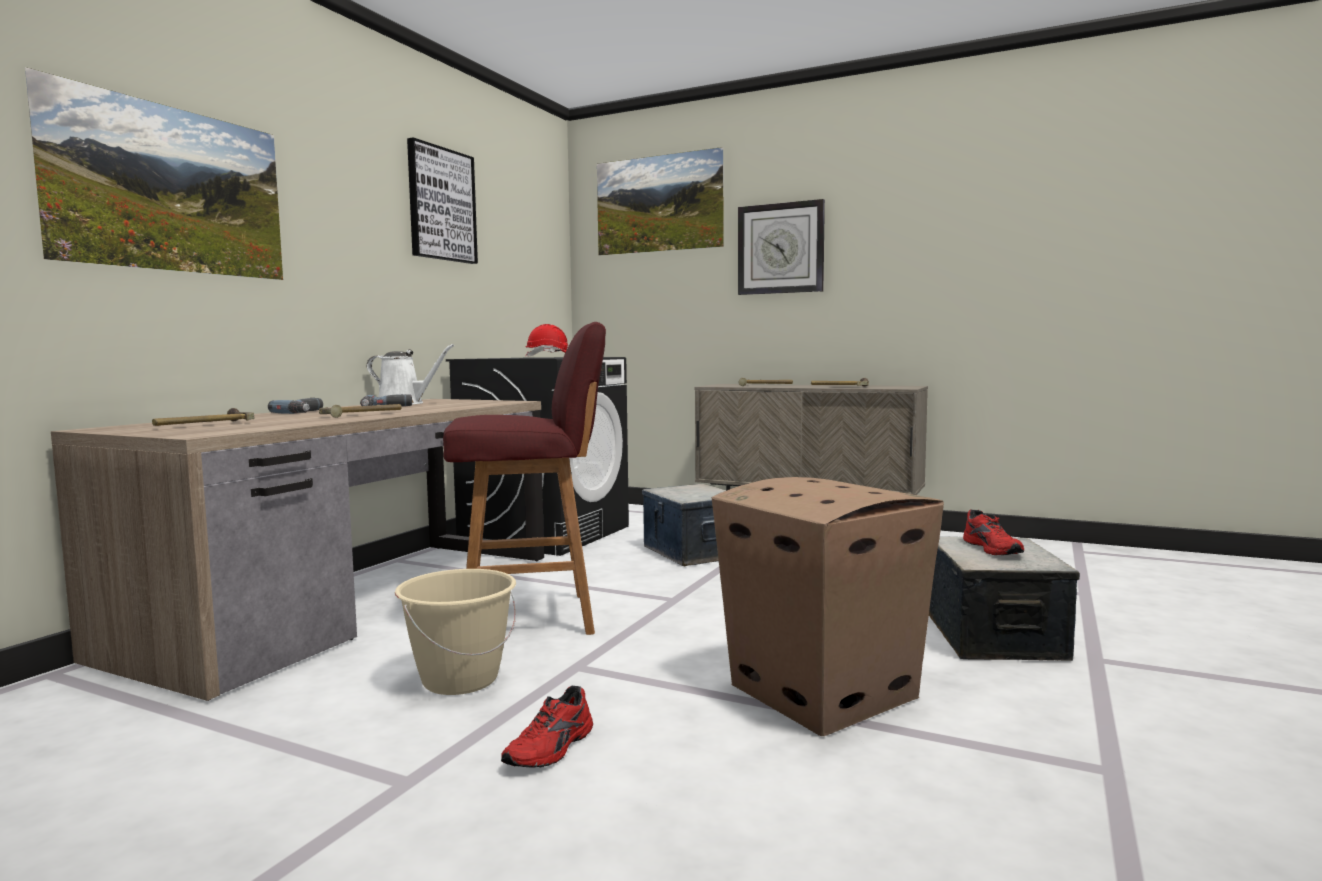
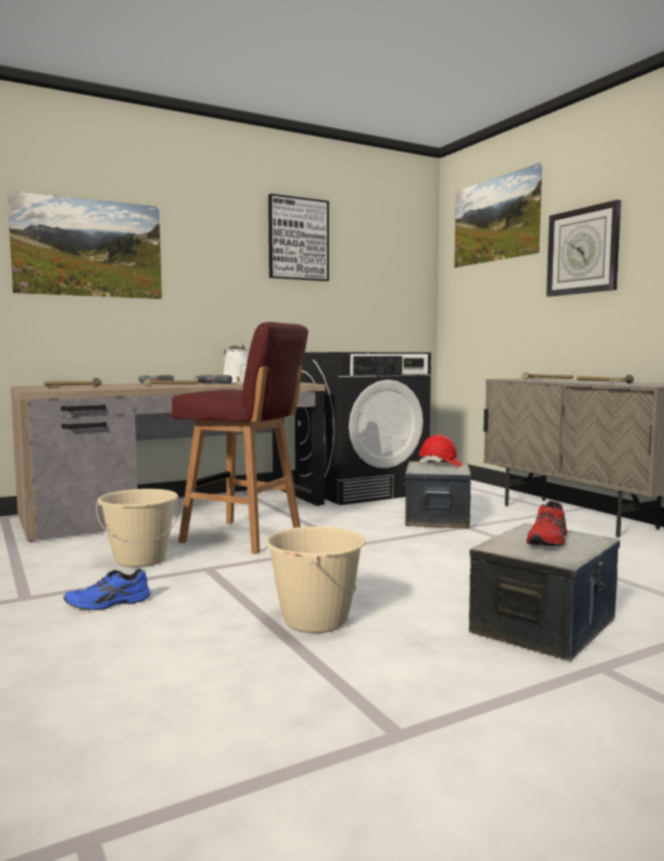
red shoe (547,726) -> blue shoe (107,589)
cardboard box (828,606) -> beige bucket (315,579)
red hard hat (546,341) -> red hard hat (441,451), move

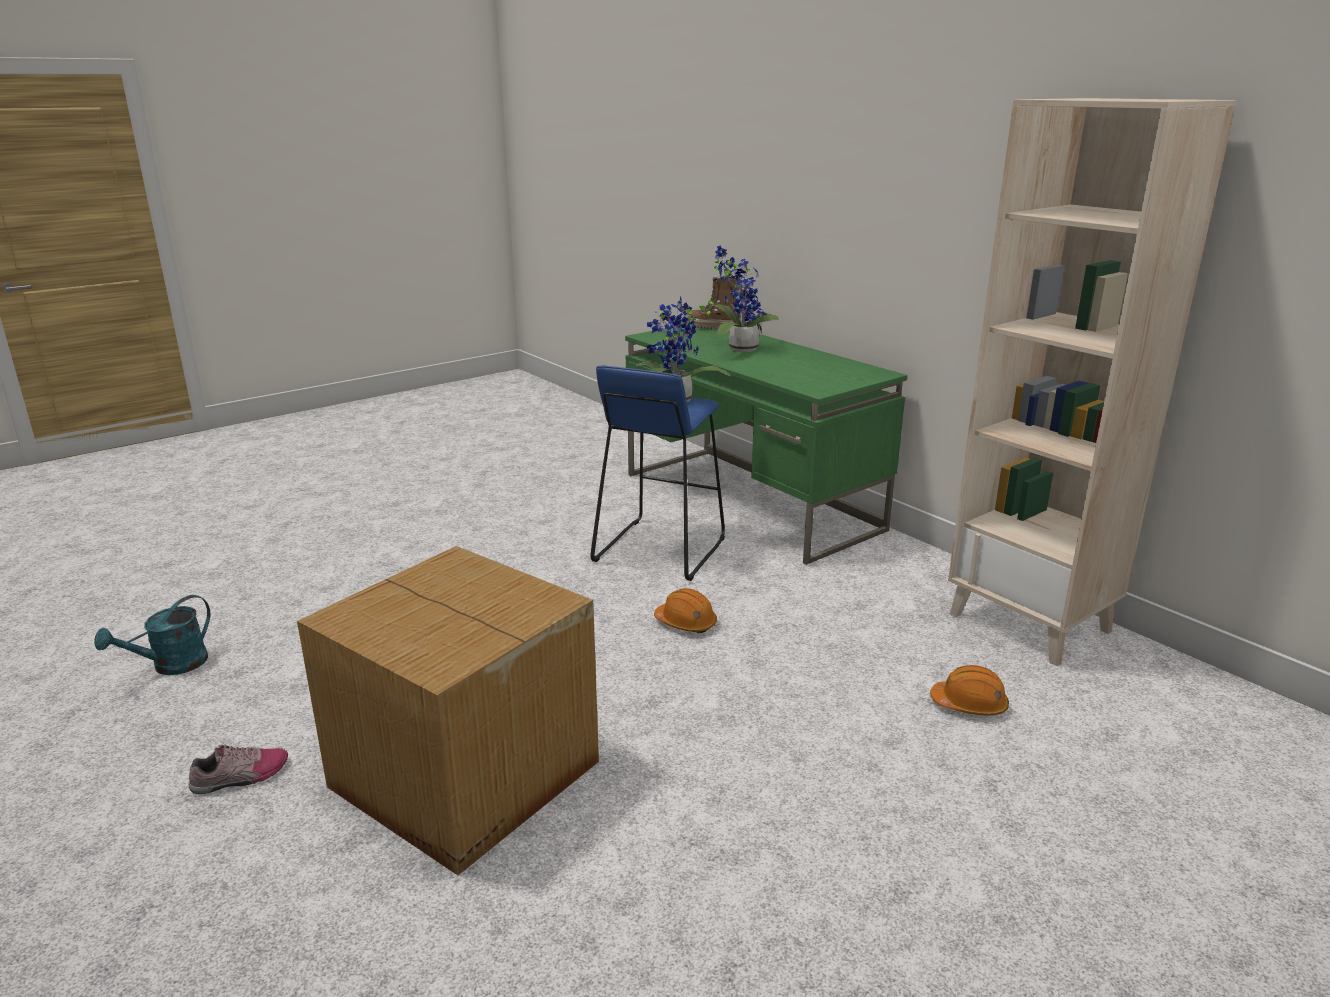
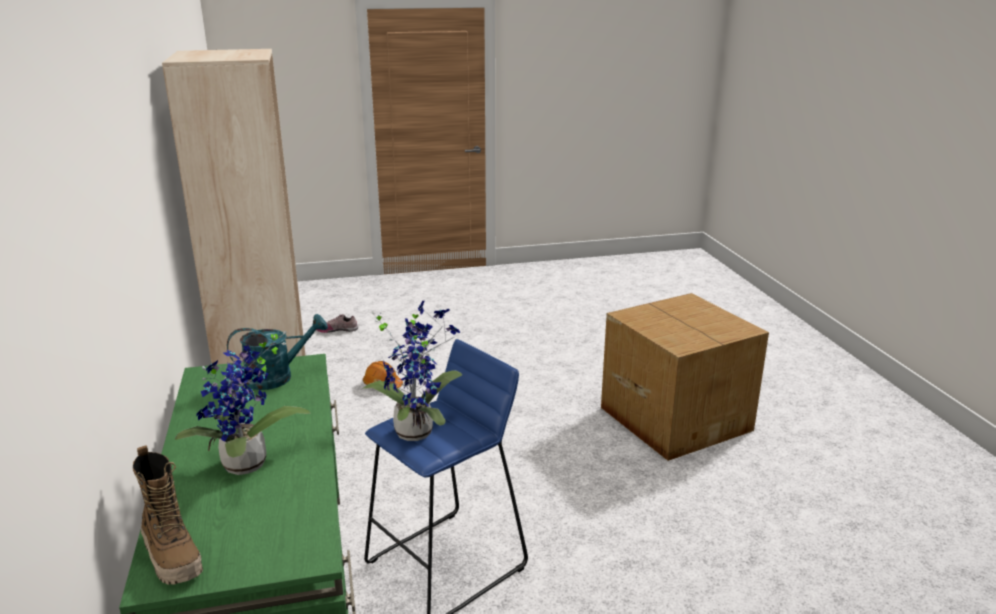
turquoise watering can (152,635) -> turquoise watering can (277,352), move
shoe (238,769) -> shoe (337,323), move
orange hard hat (685,610) -> none

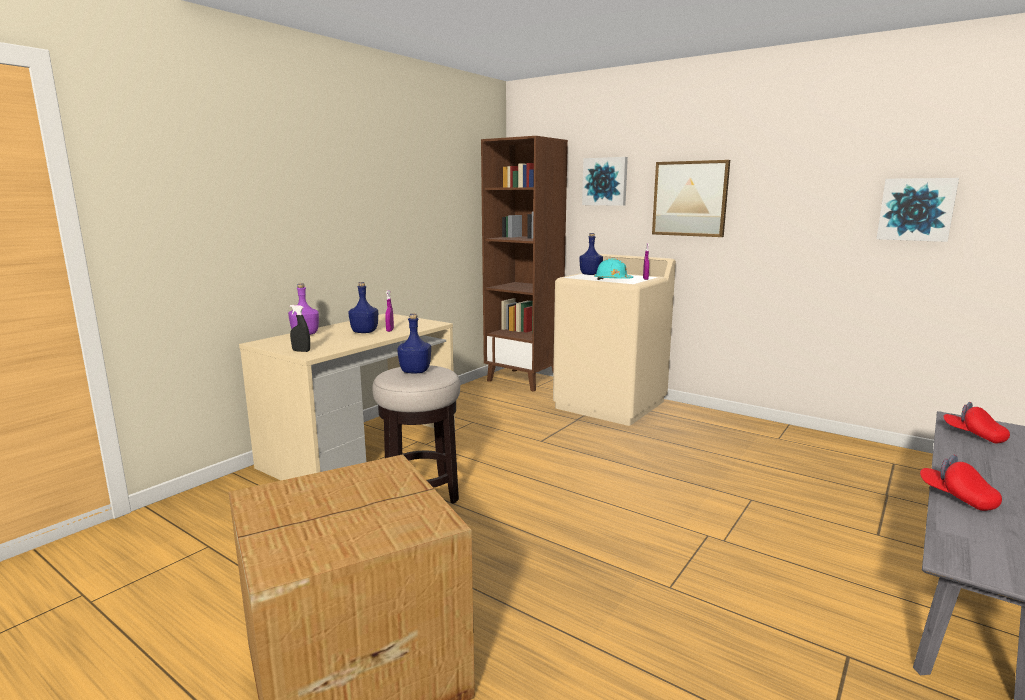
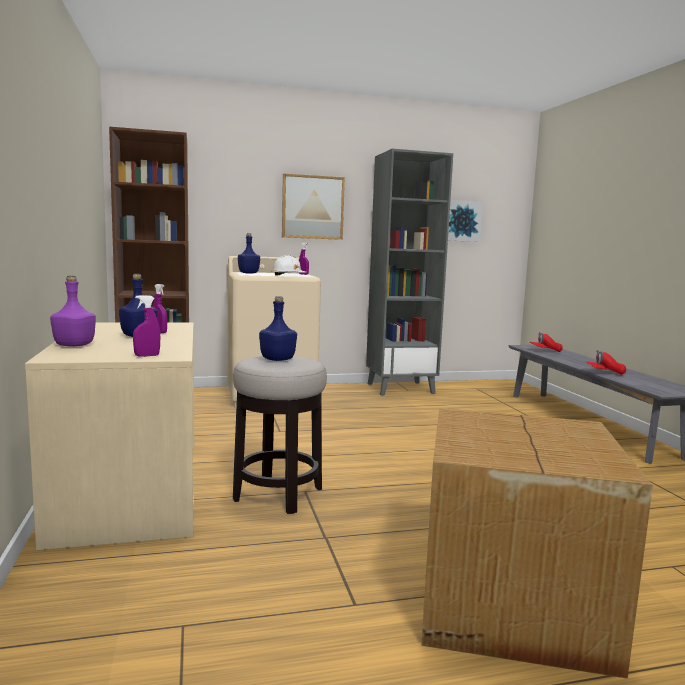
black spray bottle (300,328) -> purple spray bottle (146,326)
turquoise hard hat (613,269) -> white hard hat (288,265)
none -> grey bookcase (409,272)
picture (605,181) -> none

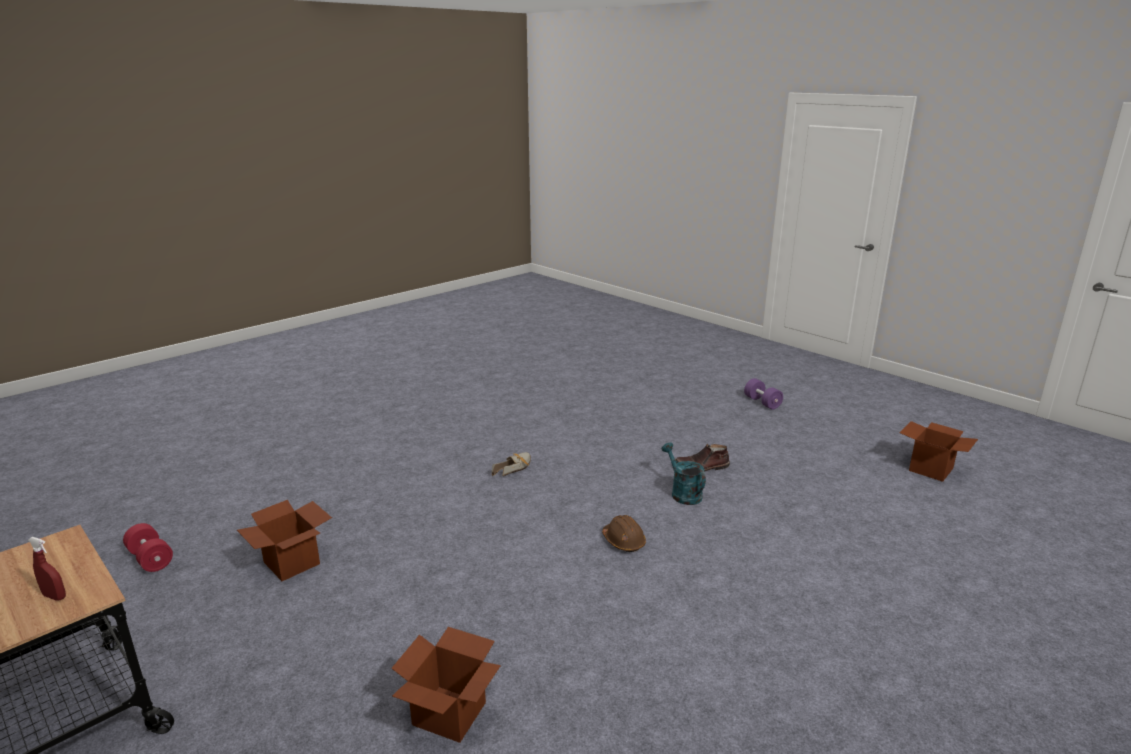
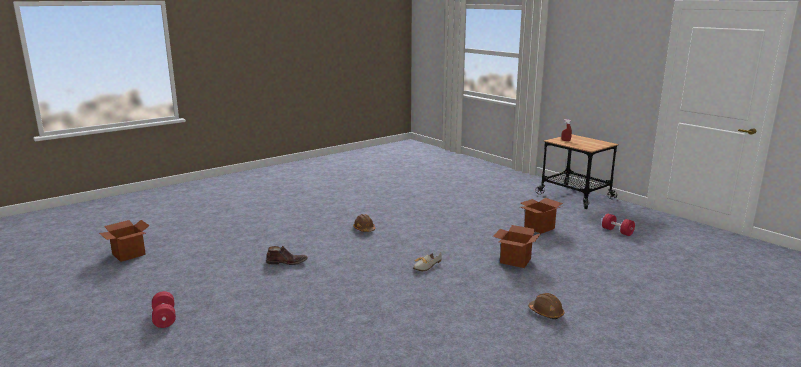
purple dumbbell (763,394) -> red dumbbell (164,309)
cardboard box (446,685) -> cardboard box (517,246), move
none -> brown hard hat (546,306)
turquoise watering can (684,474) -> none

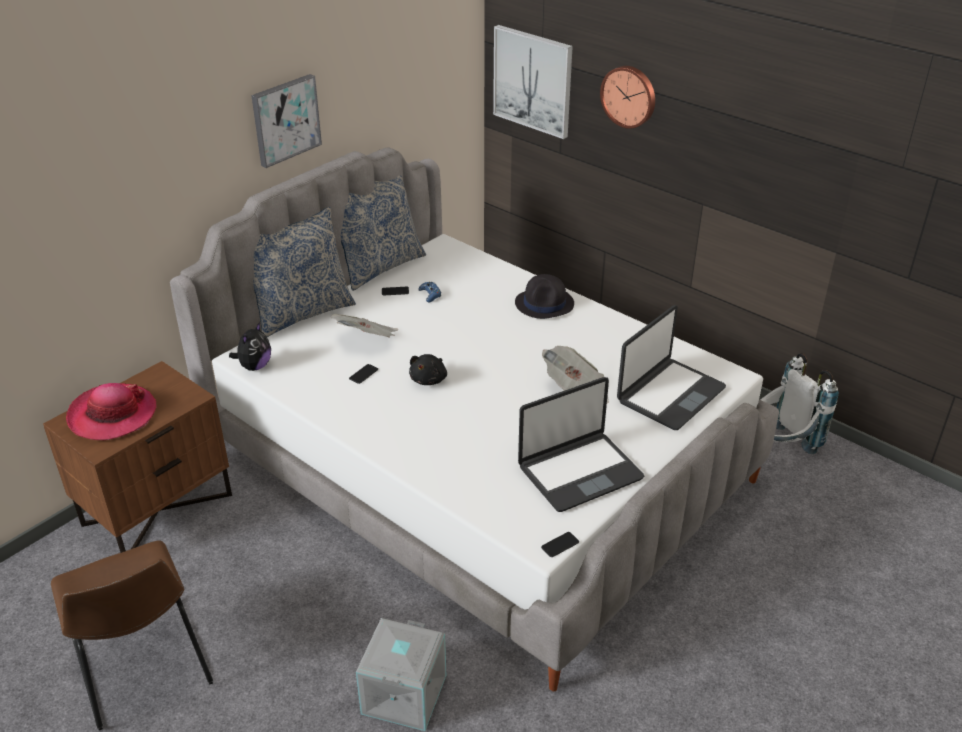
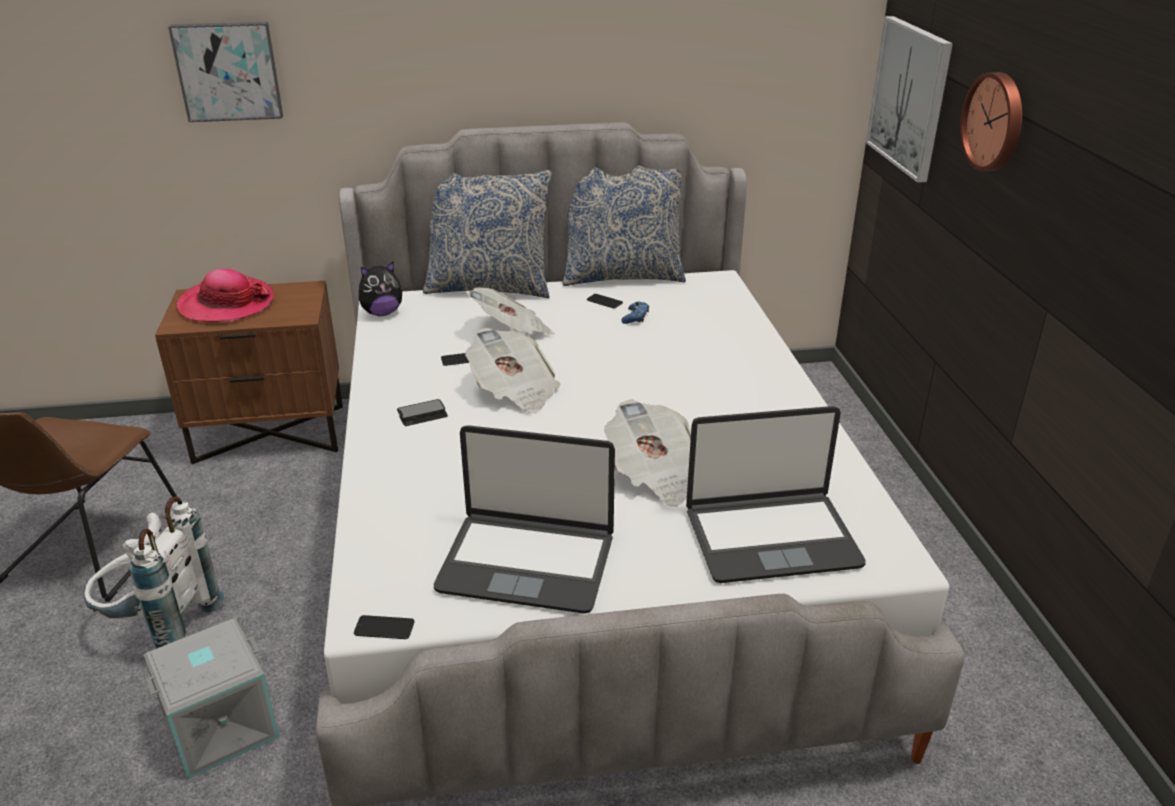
white backpack (800,403) -> white backpack (154,572), move
picture (286,121) -> picture (225,72), move
none -> phone (422,412)
black plush toy (428,369) -> newspaper (513,371)
black hat (544,296) -> none

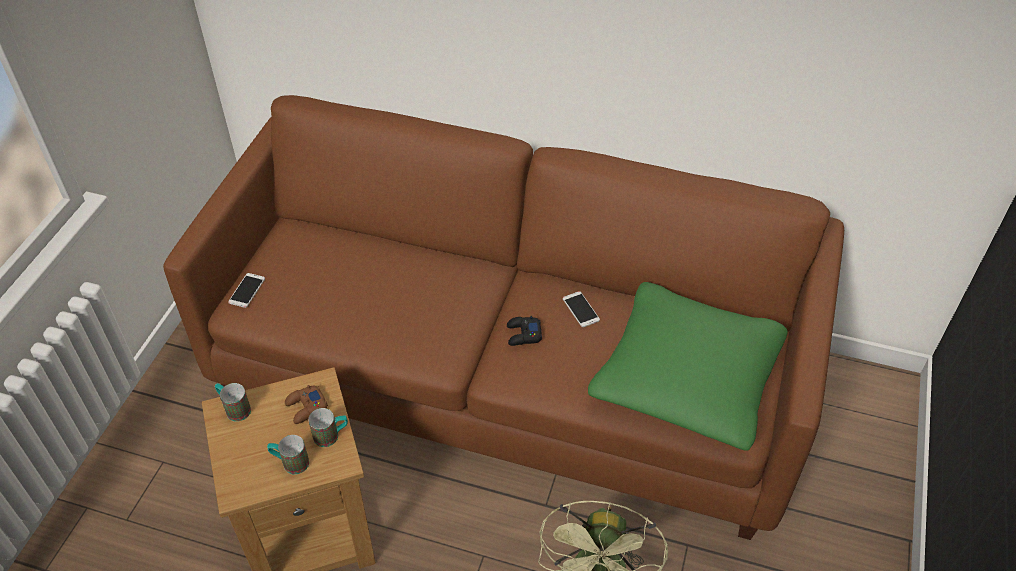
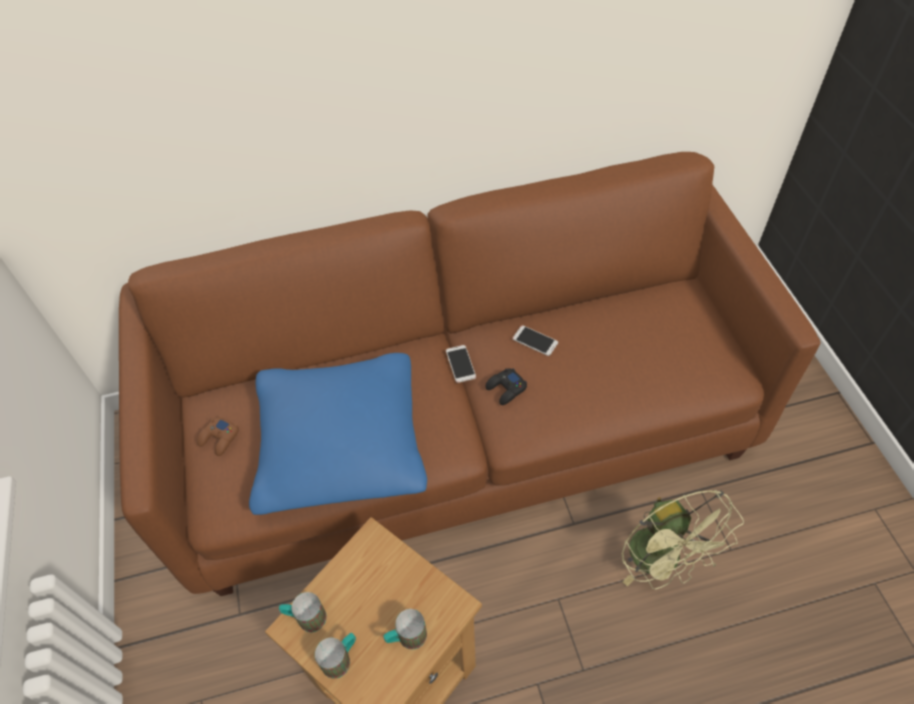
brown game controller (306,404) -> brown game controller (218,436), move
none -> blue pillow (338,434)
mug (328,427) -> mug (335,656), move
phone (246,290) -> phone (461,364), move
green pillow (688,366) -> none

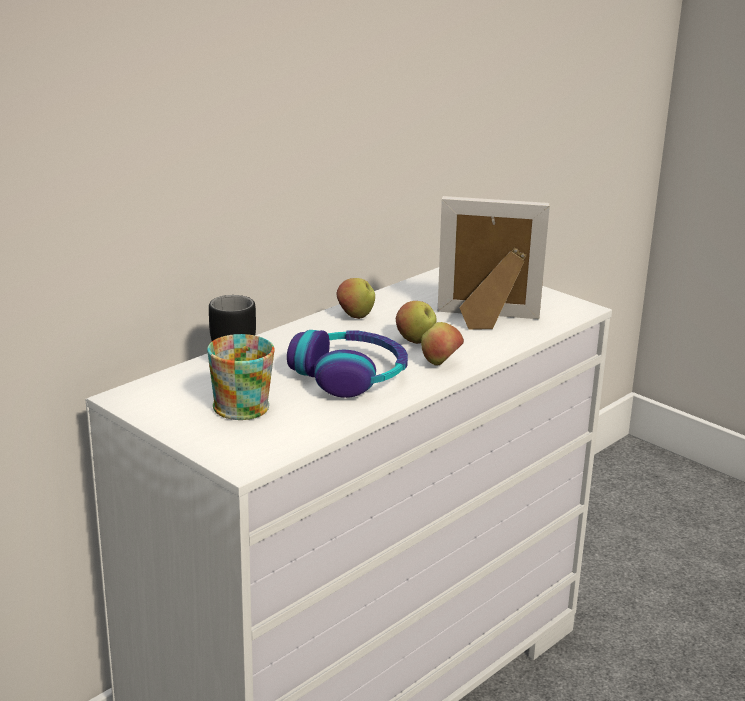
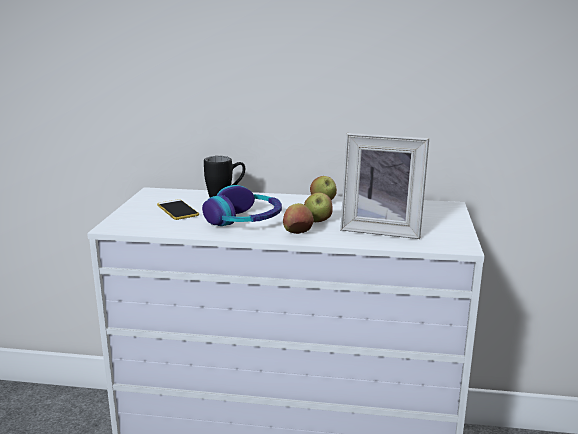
mug (241,377) -> phone (178,209)
picture frame (494,263) -> picture frame (384,186), 135 degrees clockwise

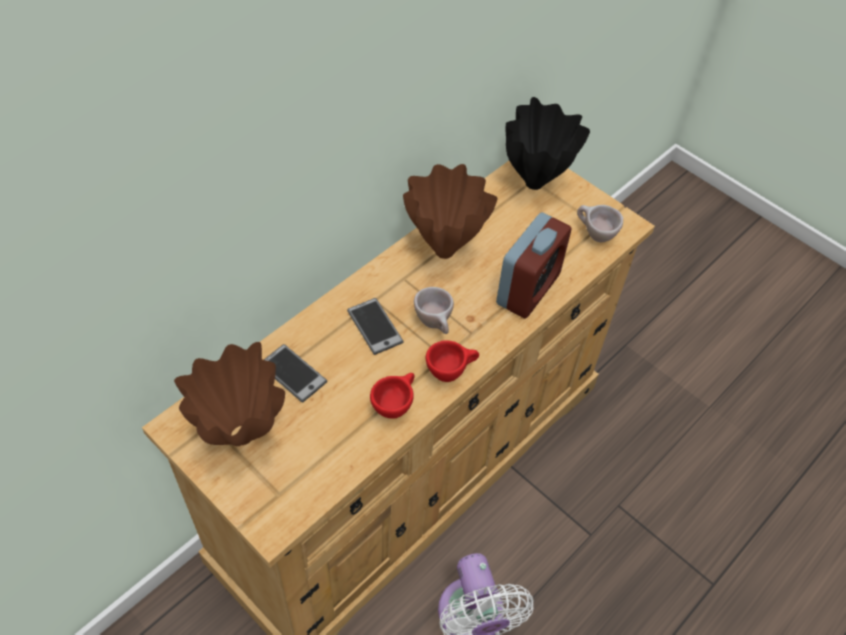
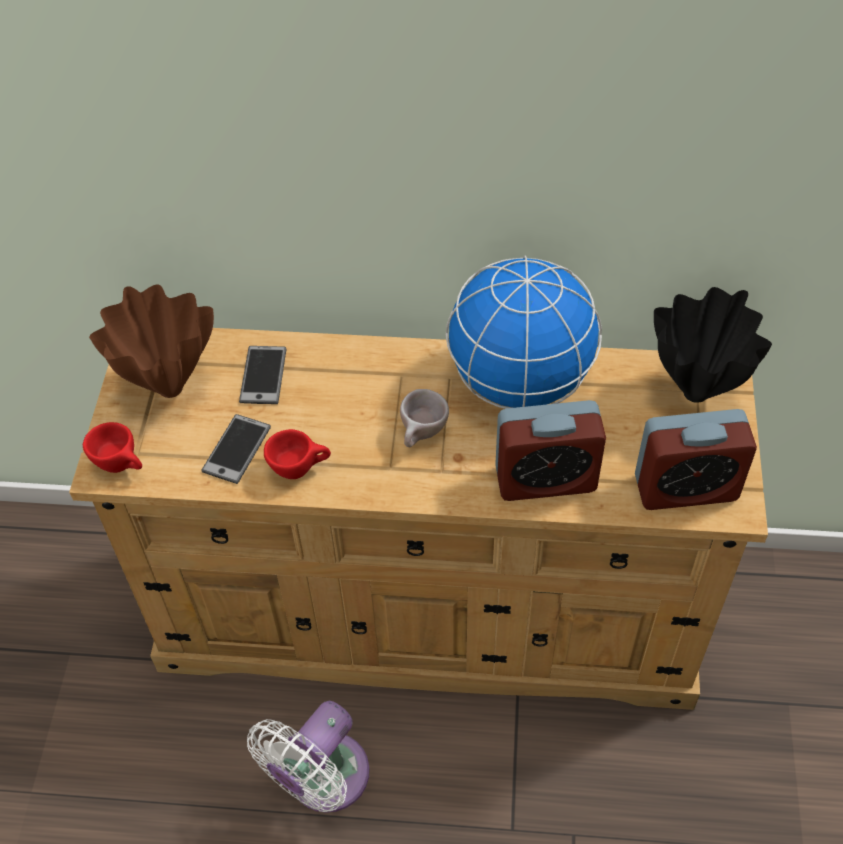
red cup (452,361) -> red cup (112,447), move
phone (375,326) -> phone (236,449), move
brown vase (450,211) -> globe (524,332)
beige cup (600,223) -> alarm clock (696,459)

